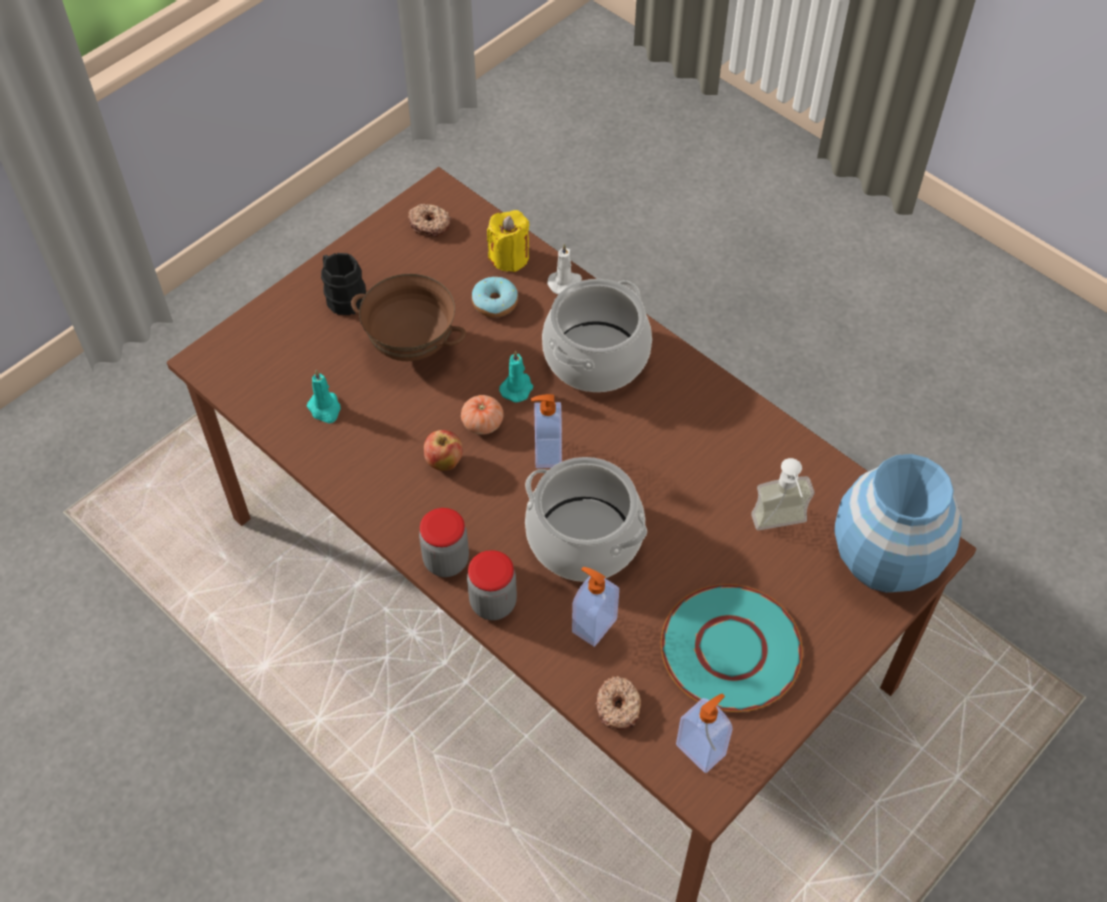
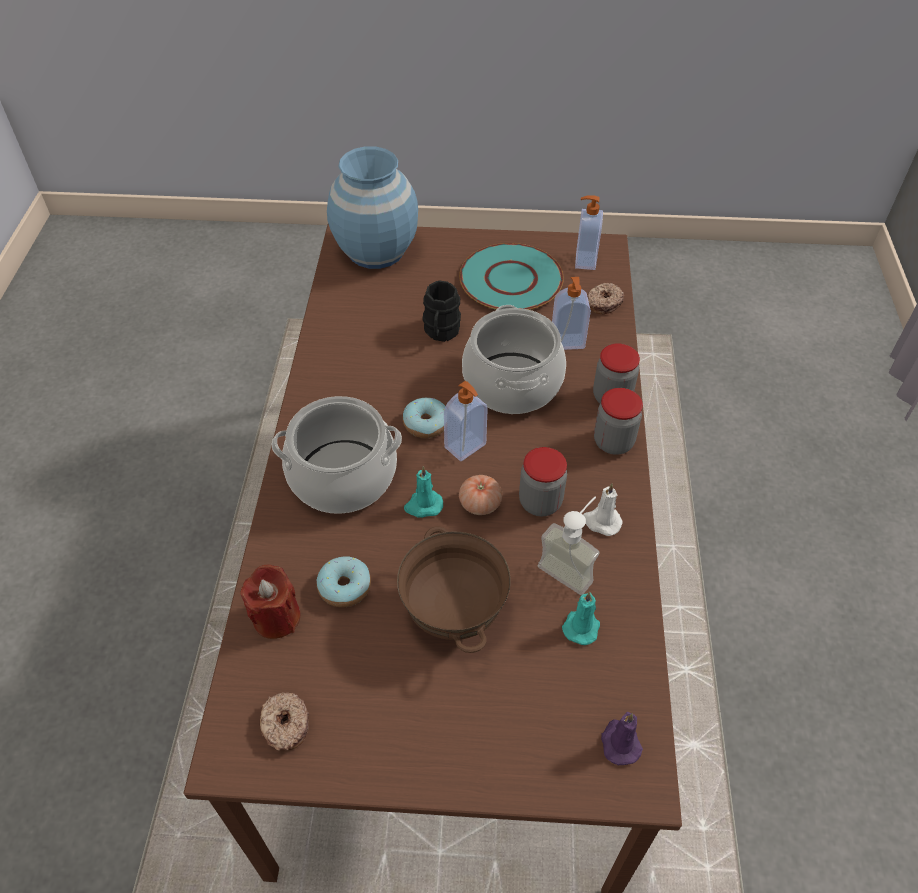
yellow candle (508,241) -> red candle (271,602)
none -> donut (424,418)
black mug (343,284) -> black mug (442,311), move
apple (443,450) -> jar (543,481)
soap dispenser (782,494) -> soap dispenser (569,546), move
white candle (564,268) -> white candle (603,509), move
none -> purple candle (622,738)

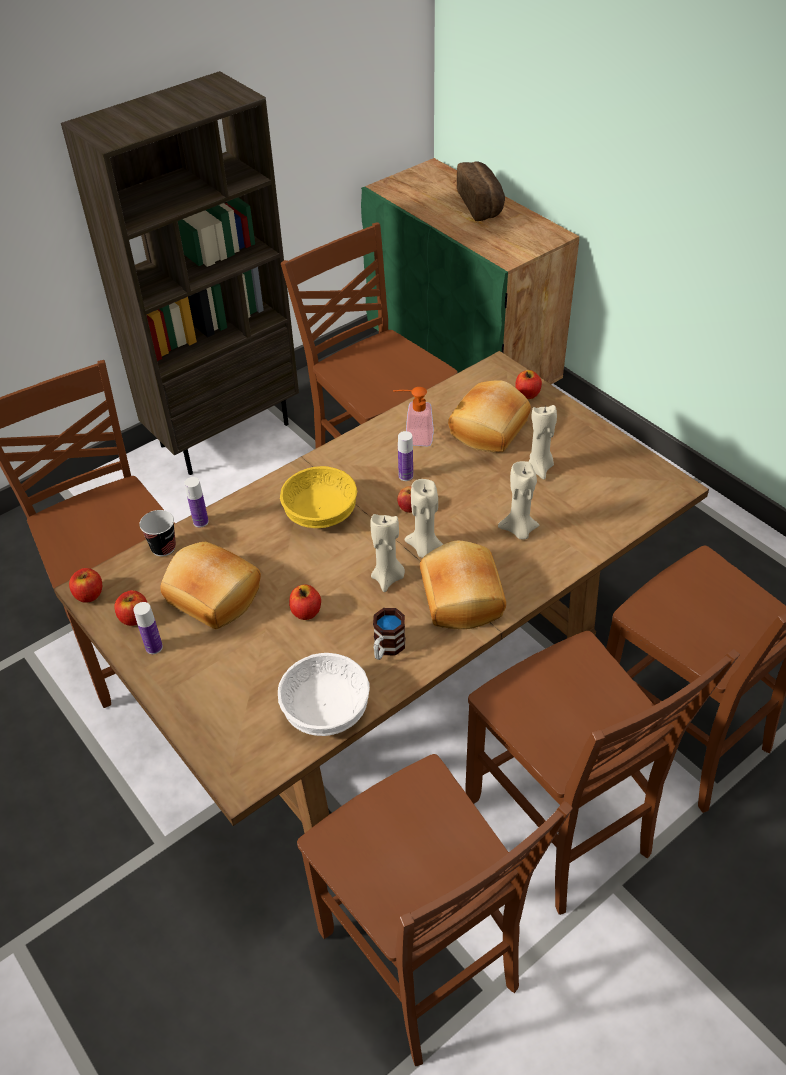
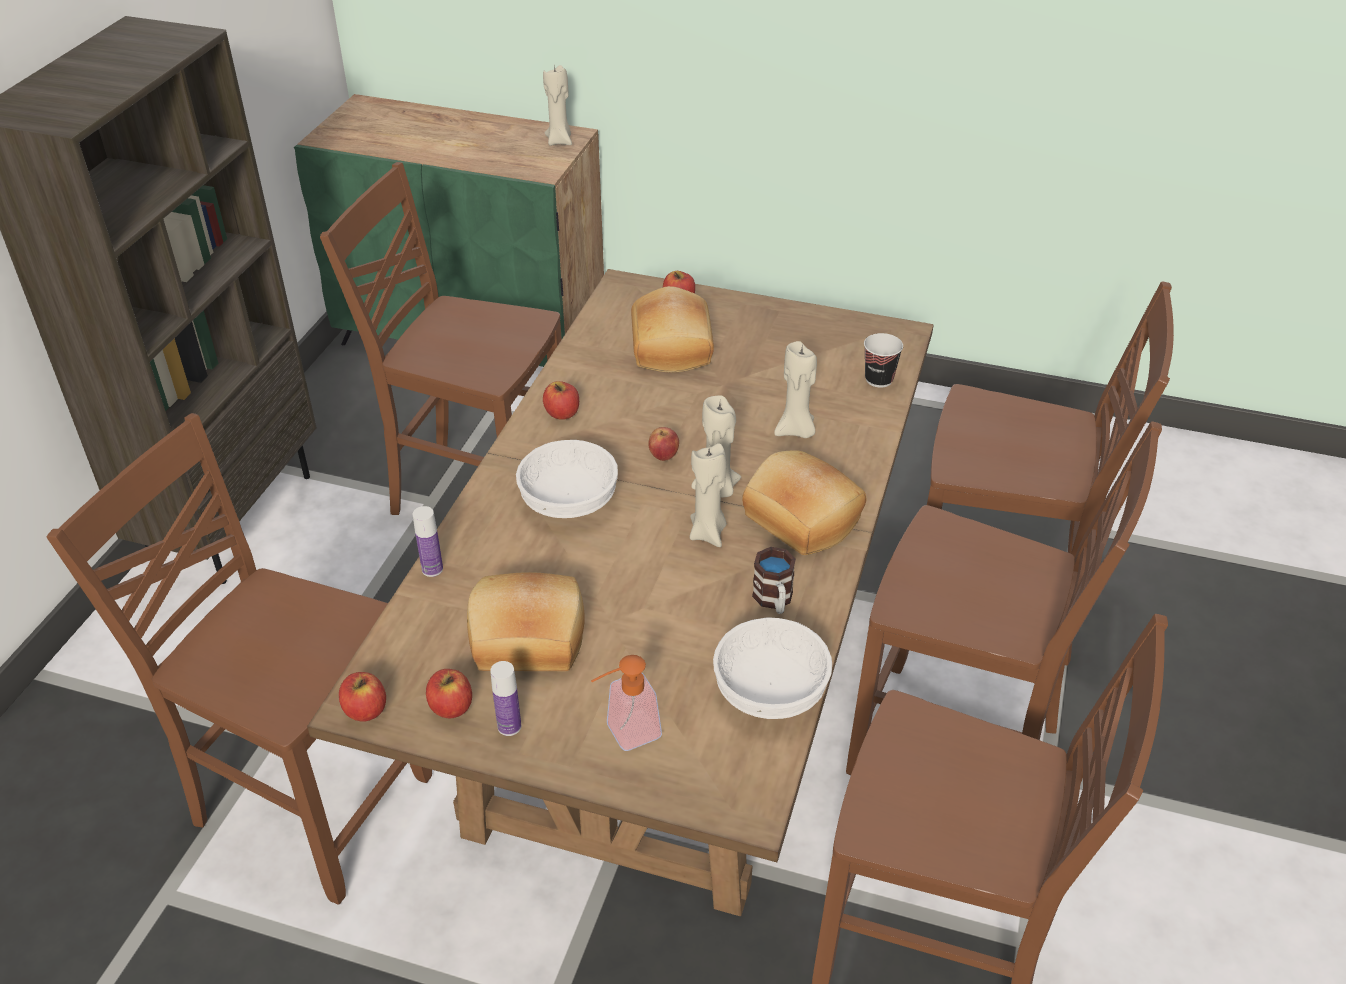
yellow bowl (318,497) -> white bowl (567,479)
beige candle (542,442) -> beige candle (557,105), move
apple (305,602) -> apple (561,400), move
soap dispenser (413,417) -> soap dispenser (626,703), move
cup (157,533) -> cup (883,360), move
bottle (405,456) -> none
bread (481,191) -> none

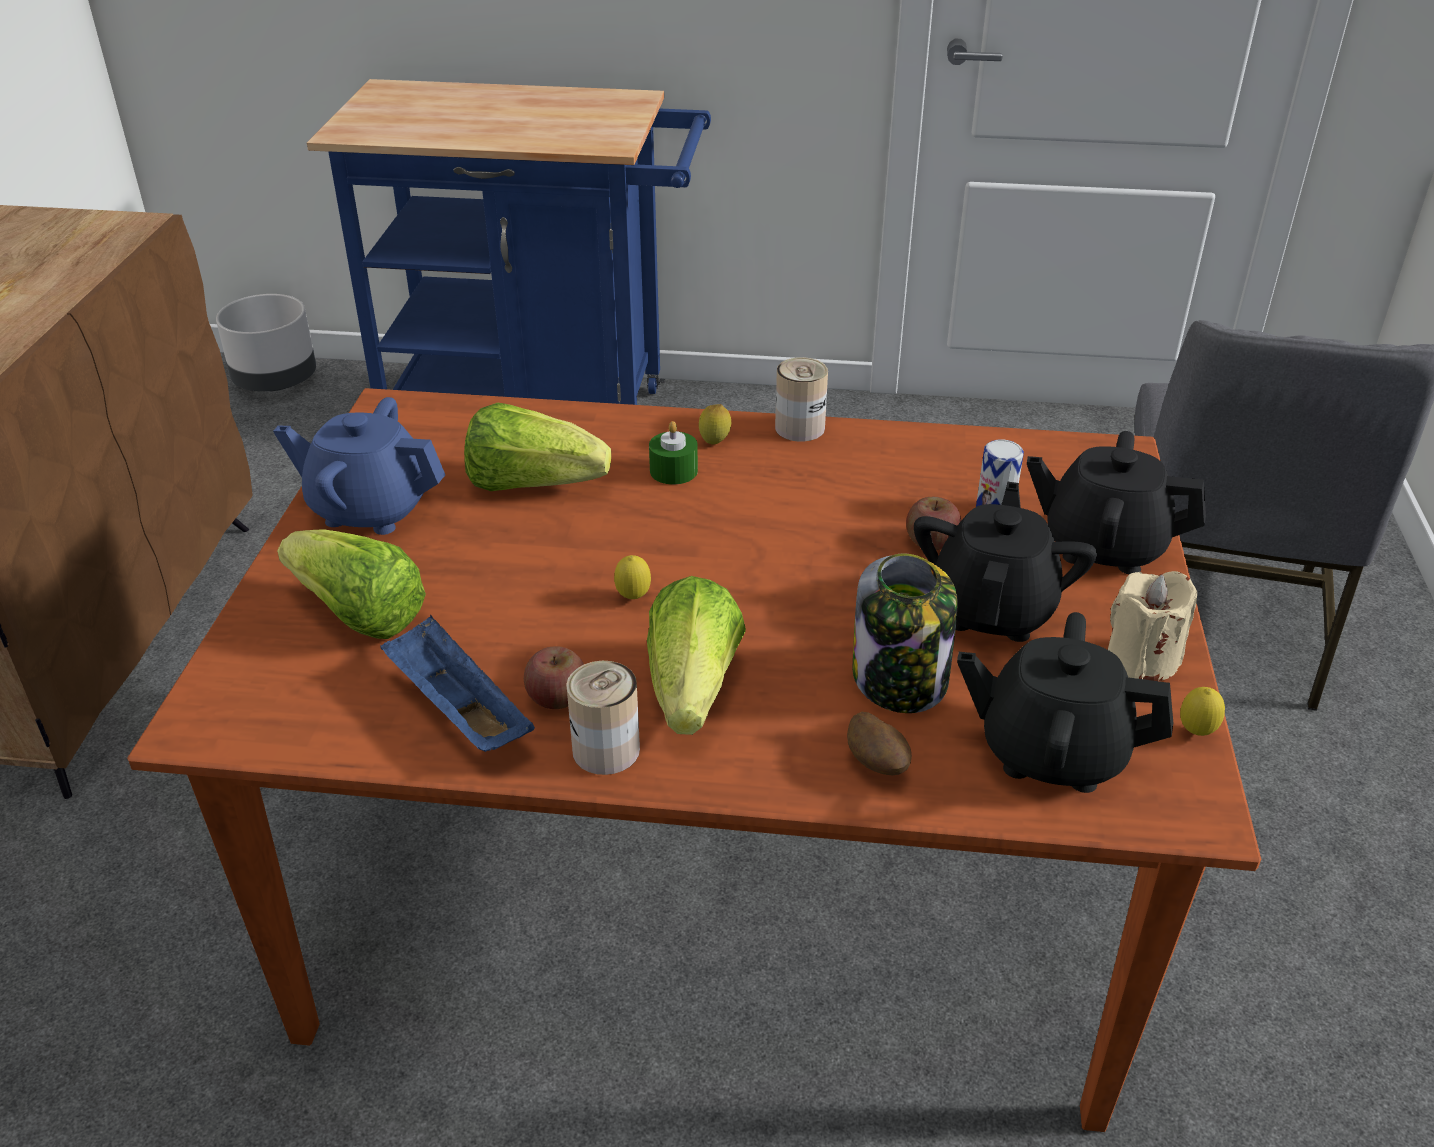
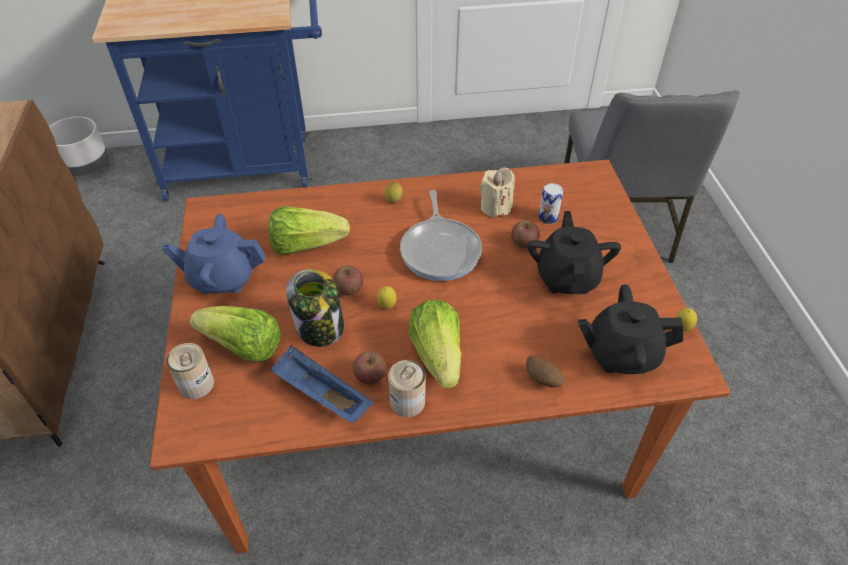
can (801,399) -> can (190,371), move
jar (905,633) -> jar (315,308), move
none -> apple (348,280)
none -> frying pan (441,235)
beige candle (1152,626) -> beige candle (497,192), move
green candle (673,453) -> none
black teapot (1116,502) -> none

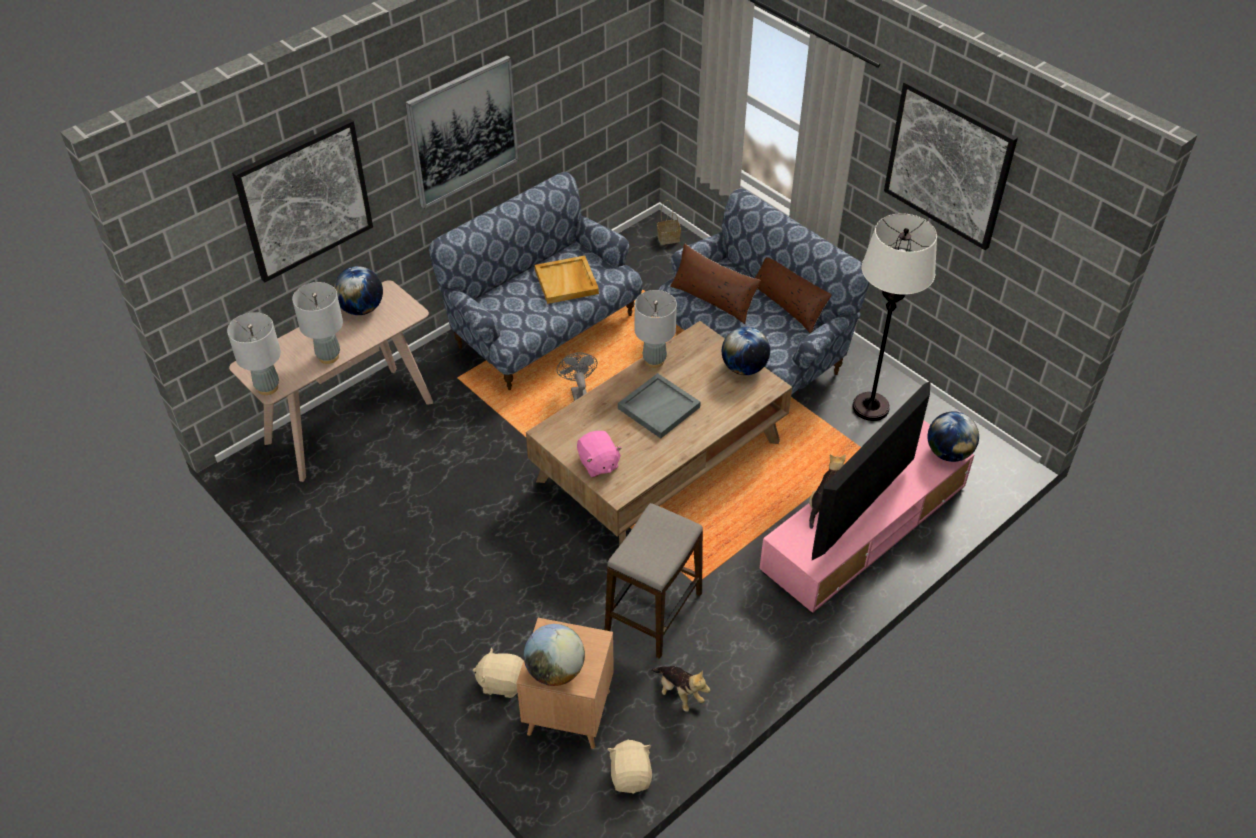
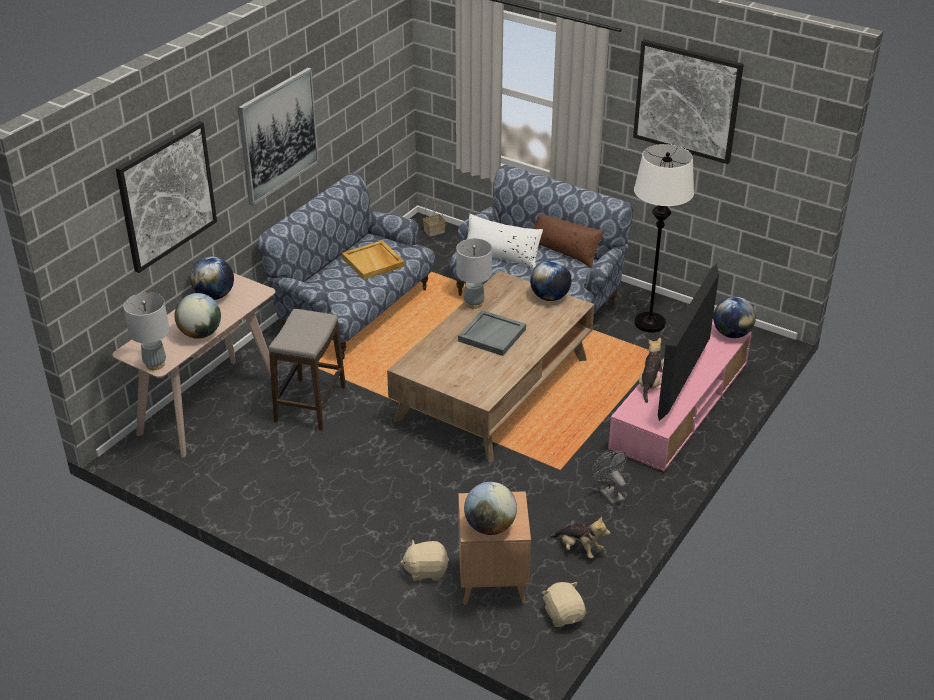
grey table lamp (317,323) -> globe (198,316)
stool (654,581) -> stool (307,369), move
brown pillow (715,284) -> white pillow (505,241)
grey fan (577,376) -> grey fan (609,478), move
pink plush toy (599,454) -> none

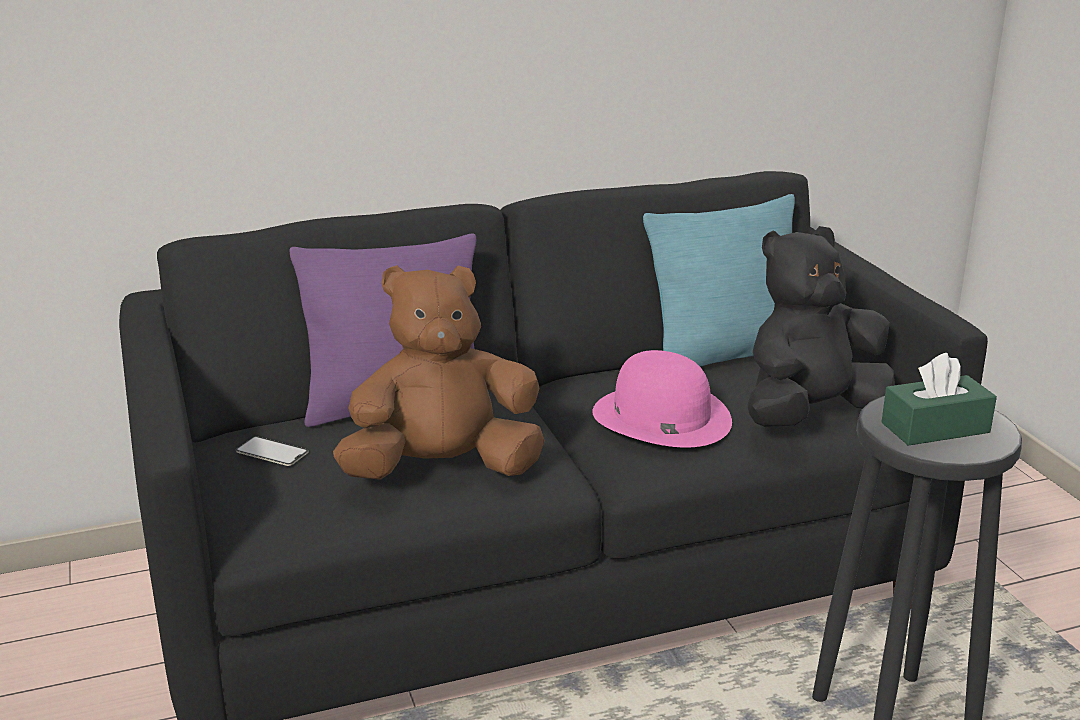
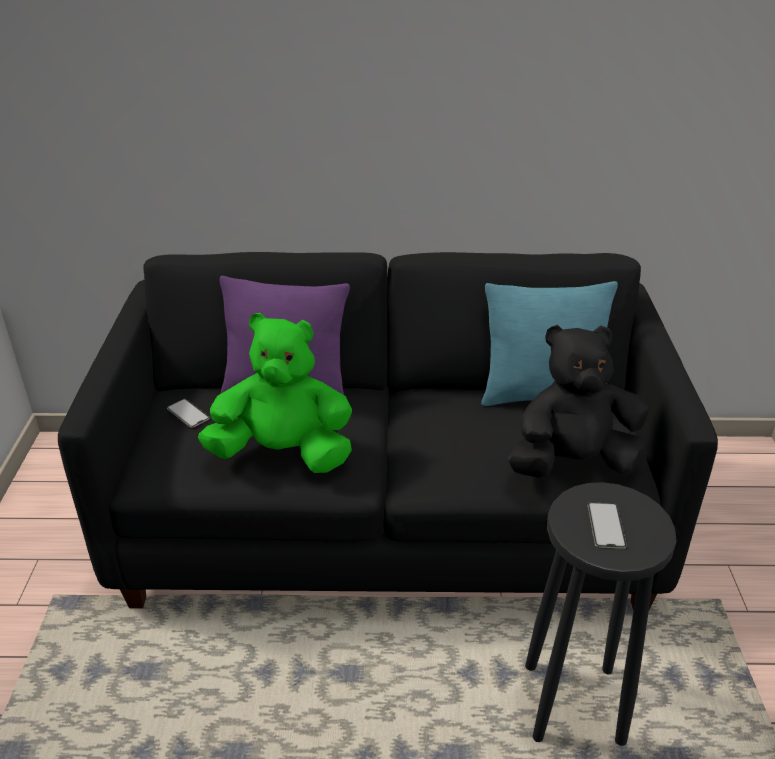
brown plush toy (439,372) -> green plush toy (275,393)
green tissue box (939,399) -> phone (607,525)
pink hat (662,399) -> none

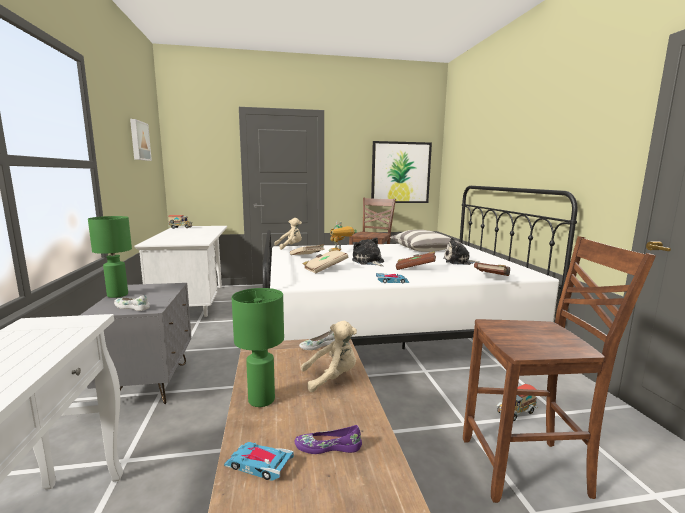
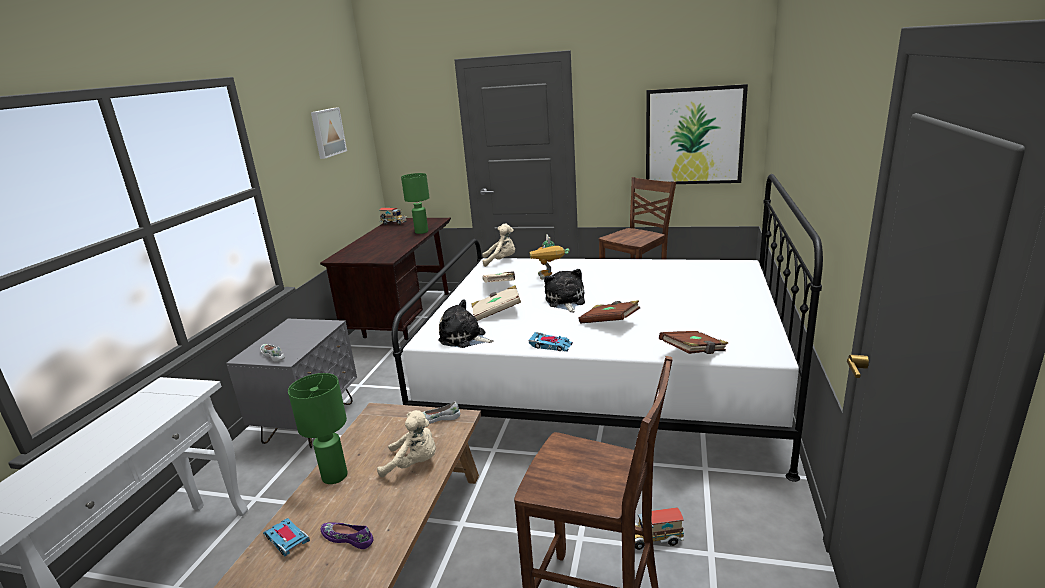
white desk (181,271) -> brown desk (385,279)
green table lamp (110,257) -> green table lamp (415,203), move
plush toy (461,251) -> plush toy (466,323), move
pillow (425,241) -> none

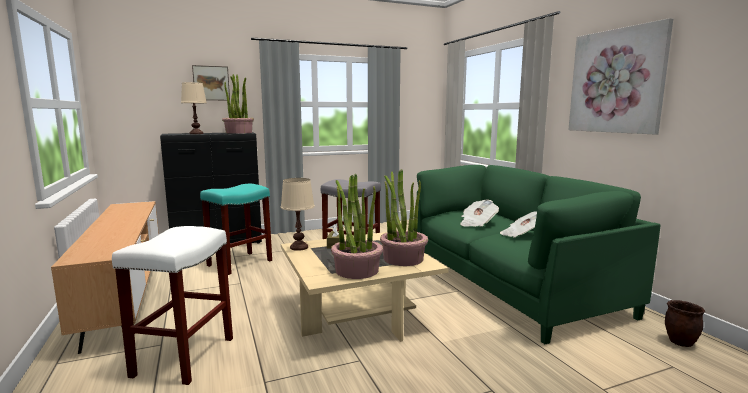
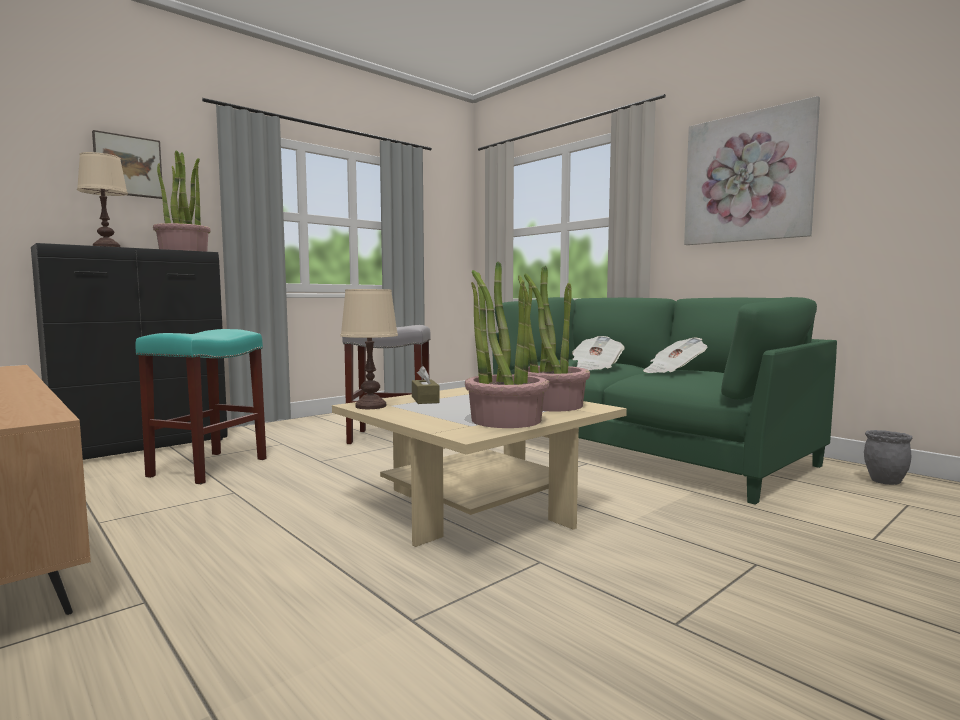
brown planter (685,323) -> grey planter (888,457)
white stool (172,305) -> none

